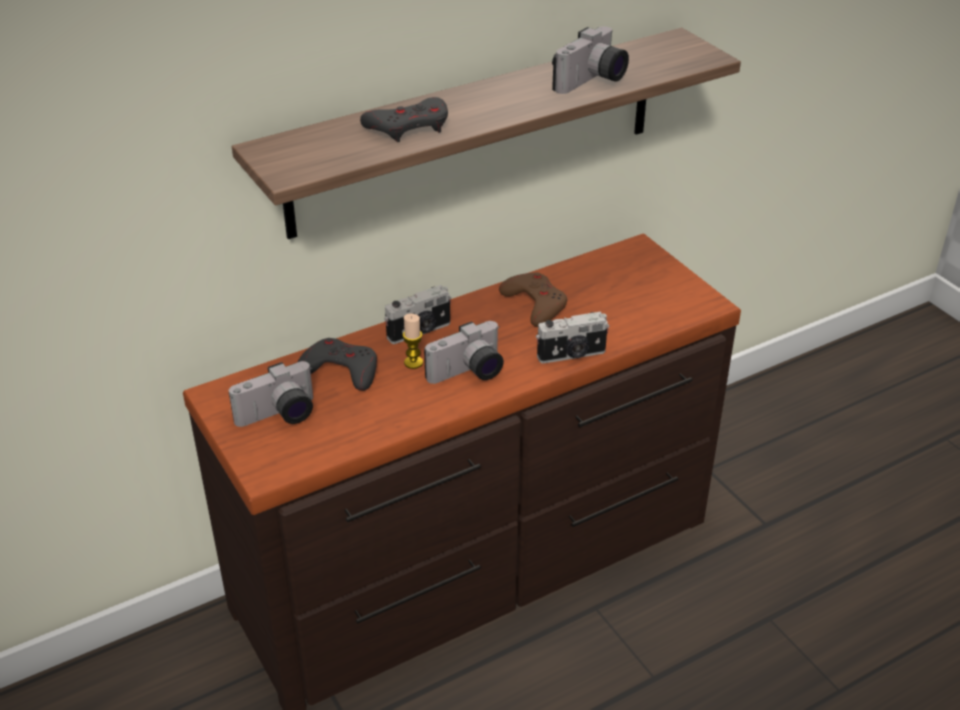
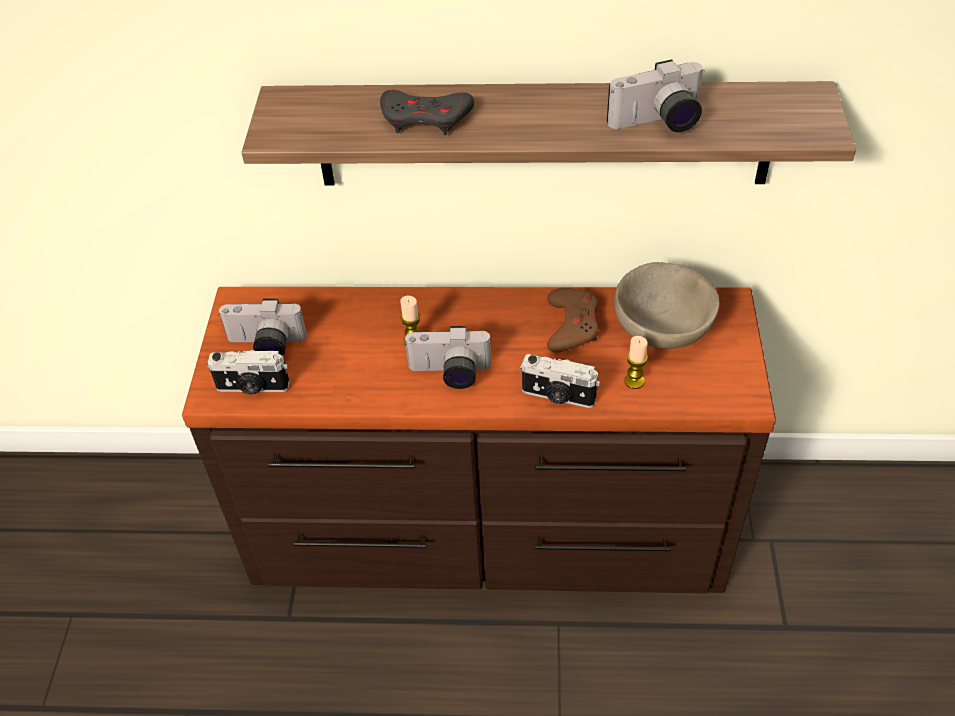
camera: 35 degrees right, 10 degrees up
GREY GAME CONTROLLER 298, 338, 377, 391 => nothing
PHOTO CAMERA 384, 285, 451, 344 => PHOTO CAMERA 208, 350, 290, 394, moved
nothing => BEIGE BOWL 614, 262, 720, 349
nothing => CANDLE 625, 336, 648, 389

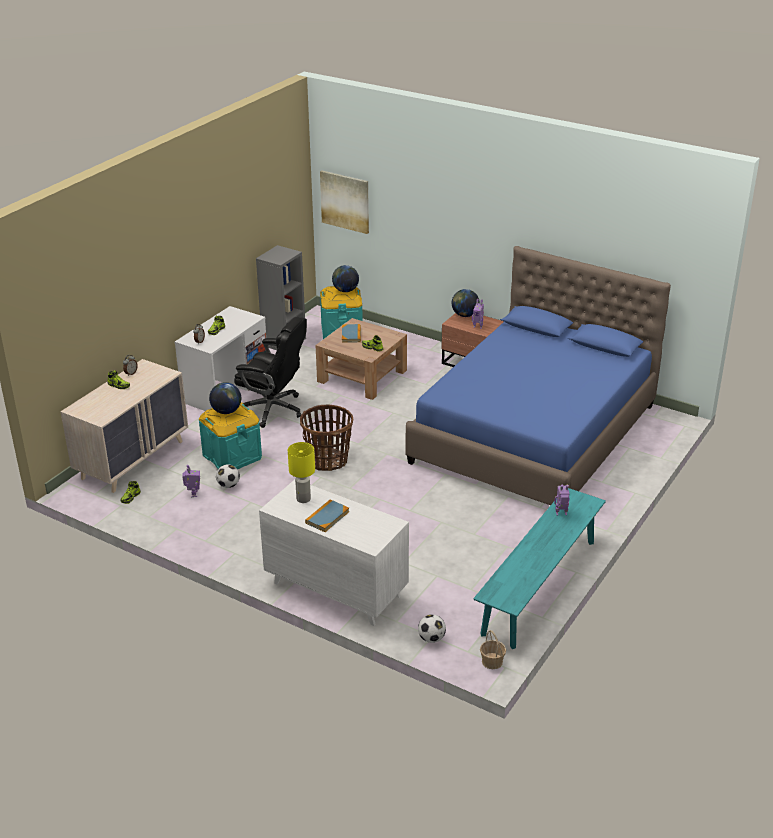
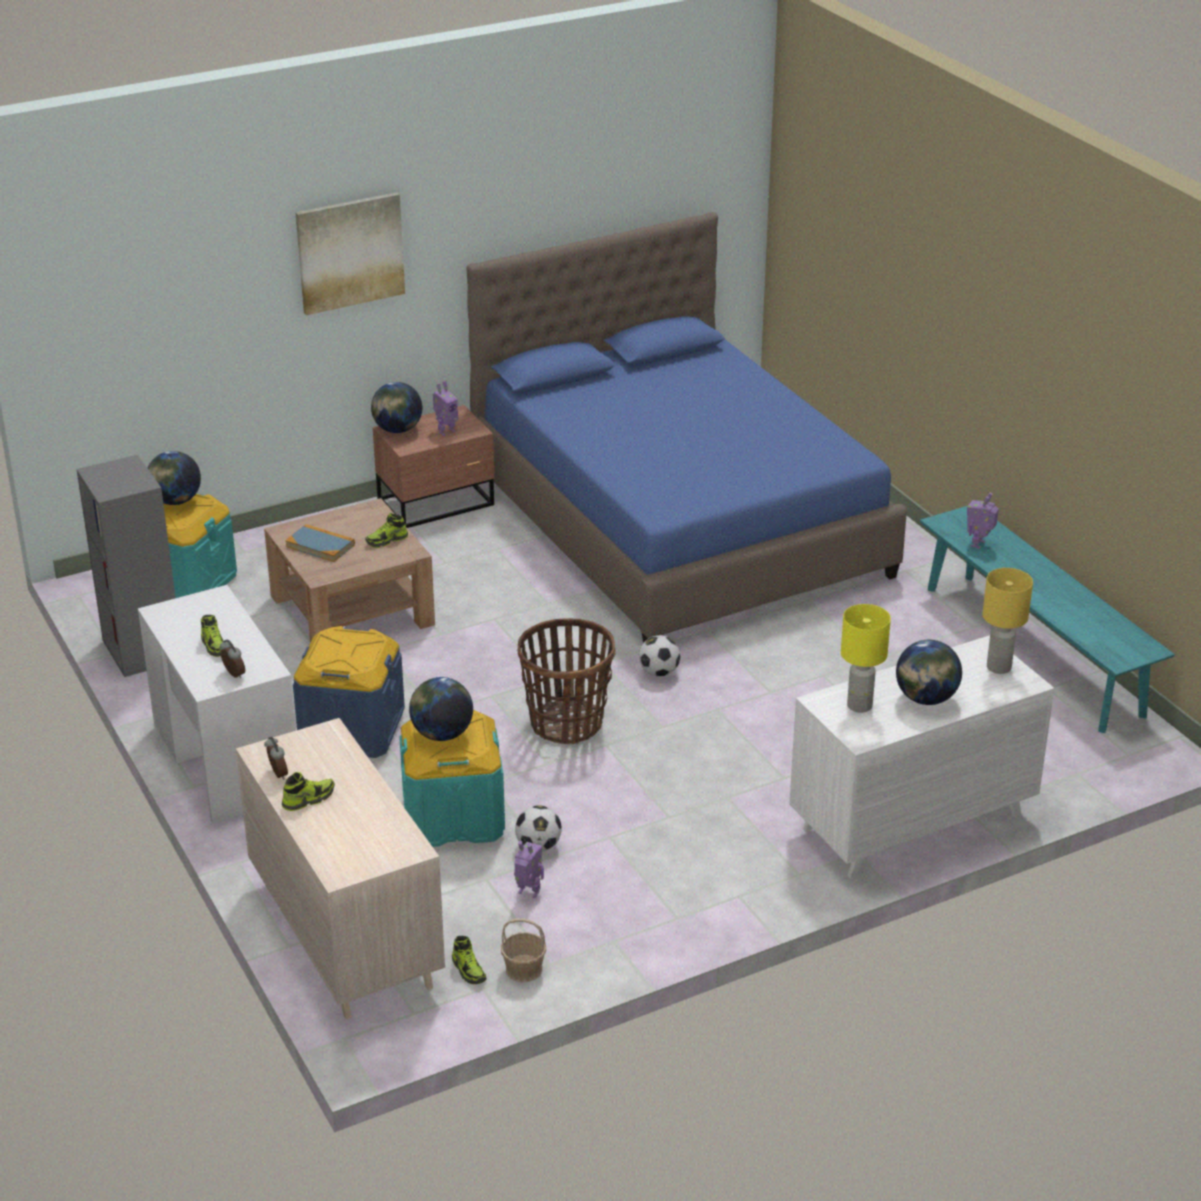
camera: 60 degrees left, 0 degrees up
BLACK OFFICE CHAIR 234, 317, 307, 428 => BLUE STORAGE BOX 293, 626, 405, 758
BOOK 305, 499, 349, 532 => GLOBE 896, 640, 962, 705
PICTURE 320, 170, 369, 234 => PICTURE 295, 192, 405, 315, moved
FOOTBALL 418, 614, 446, 643 => FOOTBALL 639, 635, 680, 676, moved
BASKET 480, 630, 506, 669 => BASKET 501, 918, 546, 982, moved
nothing => YELLOW TABLE LAMP 982, 568, 1033, 674

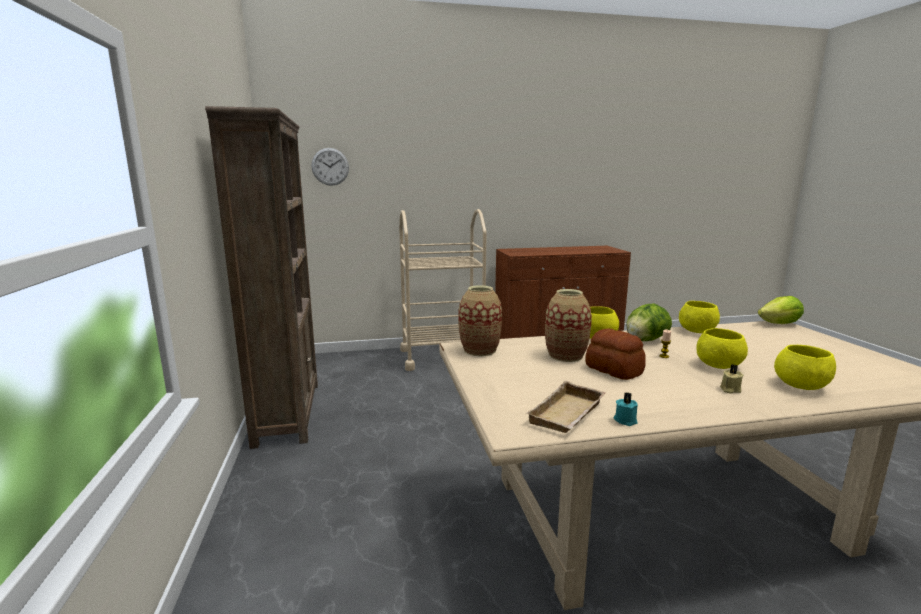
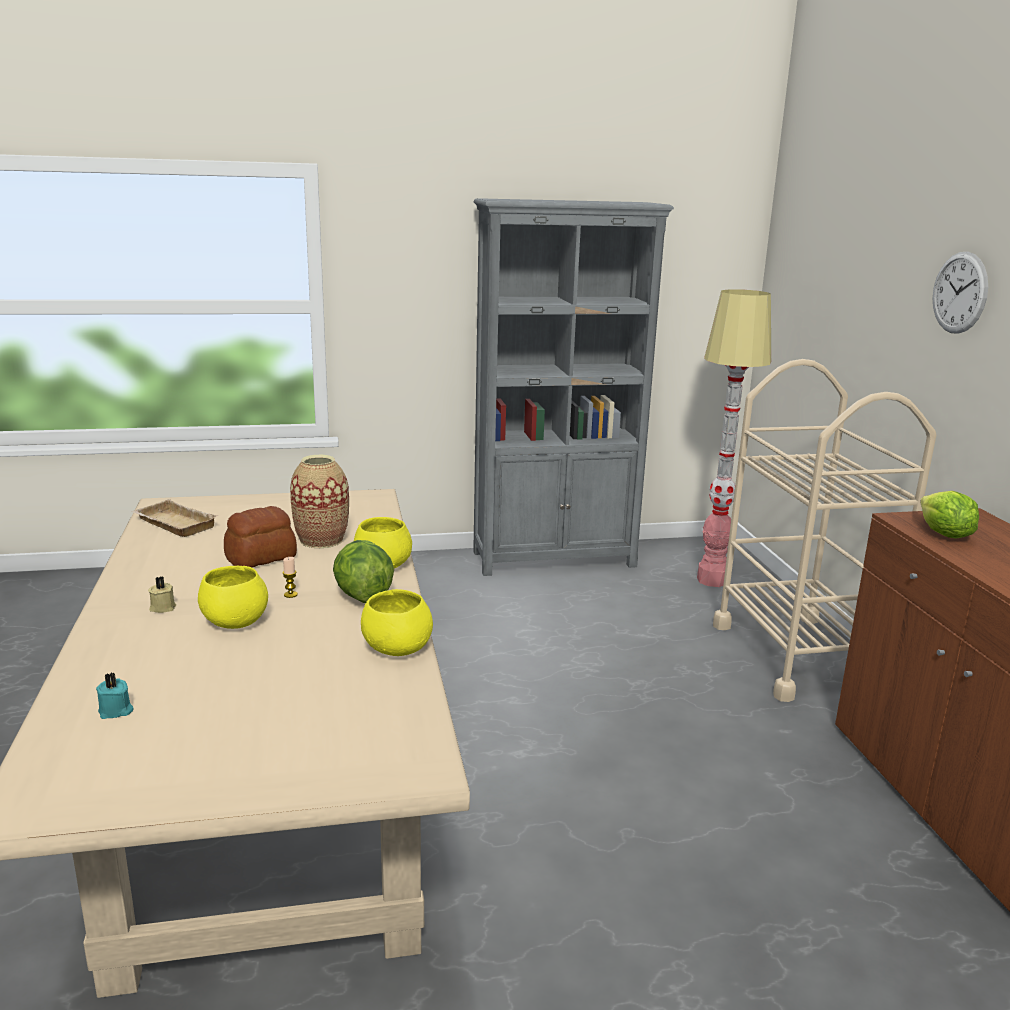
camera: 90 degrees right, 5 degrees up
BROWN BOOKCASE 205, 106, 318, 449 => GREY BOOKCASE 473, 198, 674, 576
WALL CLOCK 311, 148, 349, 186 => WALL CLOCK 933, 252, 988, 334, moved
VASE 458, 285, 502, 356 => nothing
TURQUOISE CANDLE 614, 392, 638, 426 => TURQUOISE CANDLE 96, 673, 133, 719, moved
LETTUCE 758, 296, 804, 324 => LETTUCE 920, 491, 979, 539, moved
YELLOW BOWL 774, 345, 836, 390 => nothing
nothing => FLOOR LAMP 697, 289, 771, 587

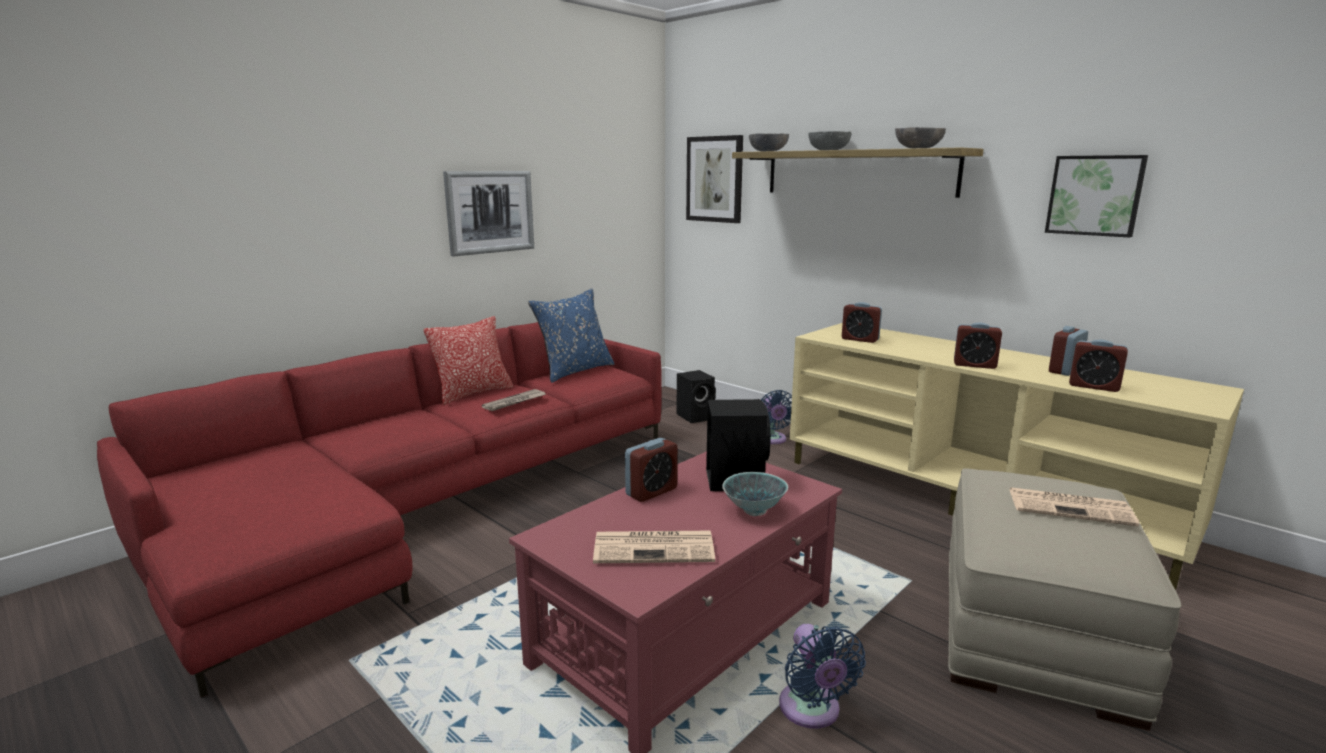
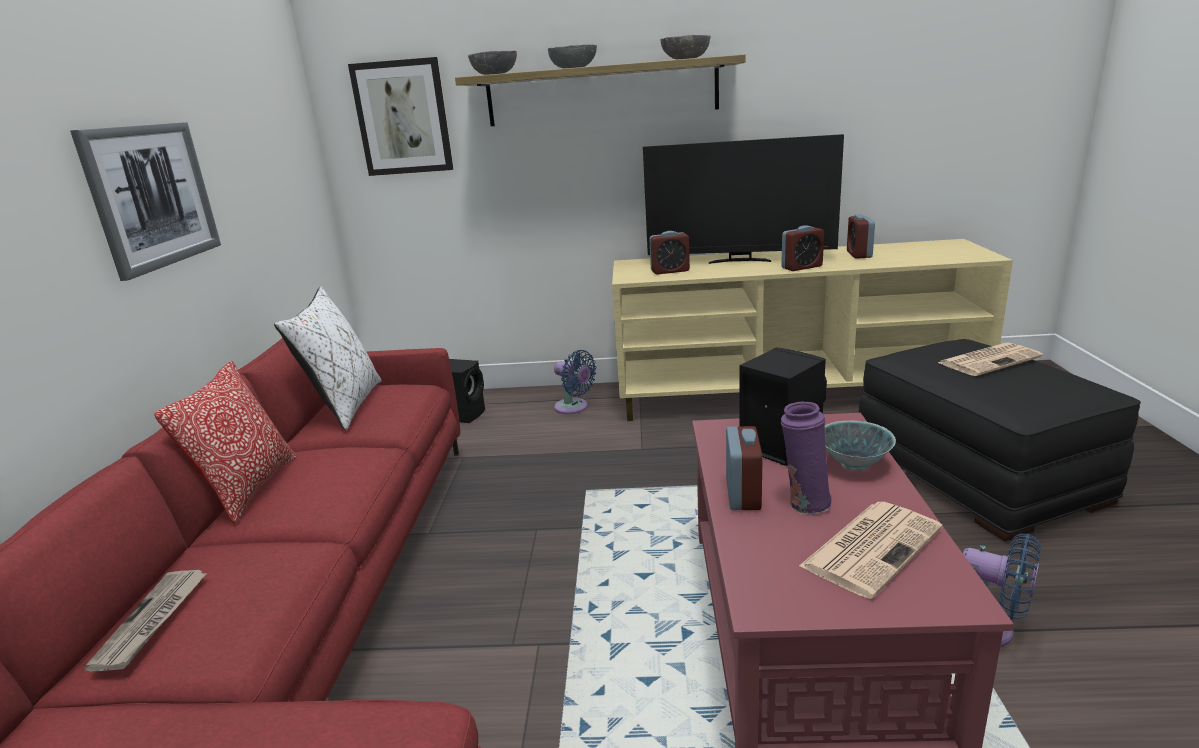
camera: 40 degrees left, 5 degrees up
NEWSPAPER 482, 389, 546, 411 => NEWSPAPER 84, 570, 207, 672, moved
BLUE PILLOW 528, 288, 614, 383 => WHITE PILLOW 274, 287, 382, 430
BEIGE OTTOMAN 948, 468, 1181, 731 => BLACK OTTOMAN 859, 339, 1141, 542
PICTURE 1045, 155, 1148, 238 => nothing
ALARM CLOCK 1069, 340, 1128, 392 => nothing
nothing => TELEVISION 643, 134, 844, 264
nothing => PURPLE VASE 781, 402, 832, 515

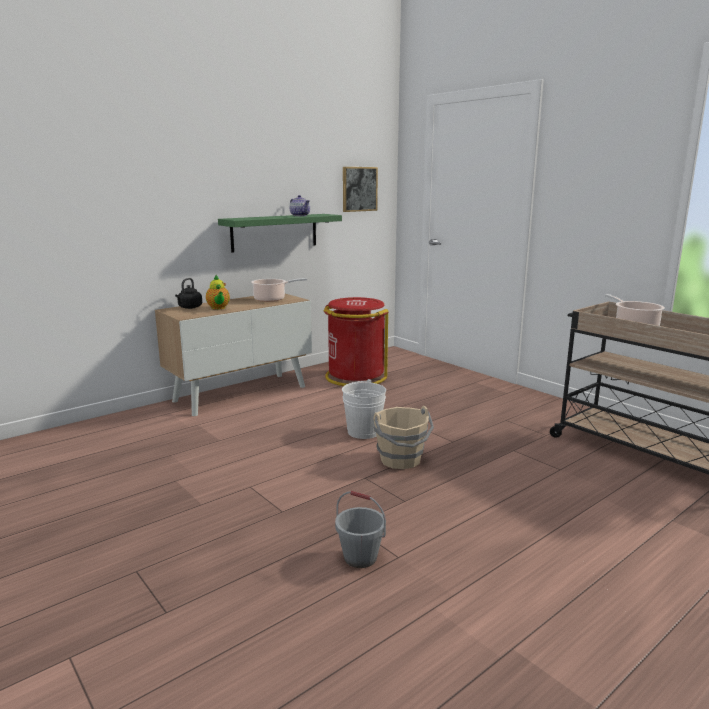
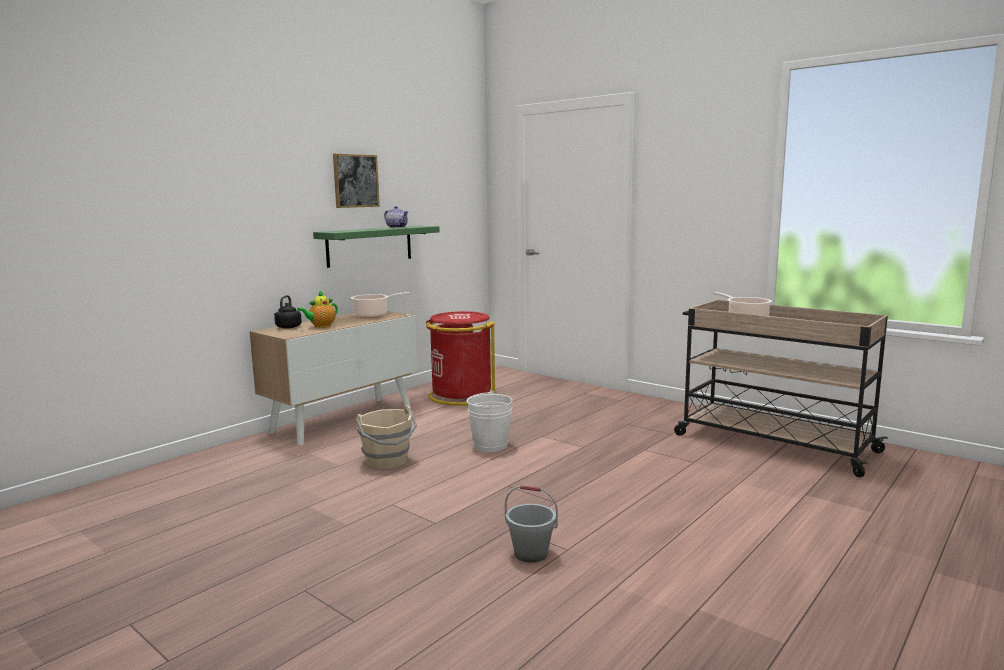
camera: 10 degrees left, 5 degrees down
TEAPOT 206, 275, 230, 310 => TEAPOT 297, 291, 338, 328, 75 degrees clockwise
PICTURE 343, 167, 378, 212 => PICTURE 333, 154, 380, 208, moved
BEIGE BUCKET 373, 406, 434, 469 => BEIGE BUCKET 356, 406, 417, 469, moved

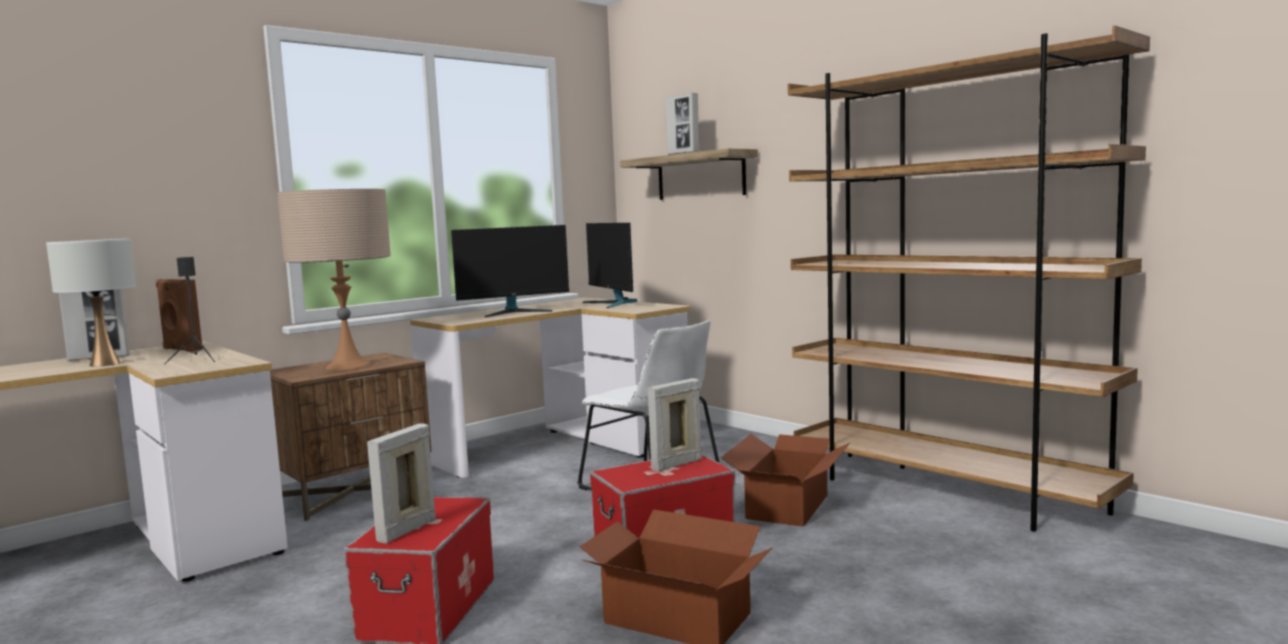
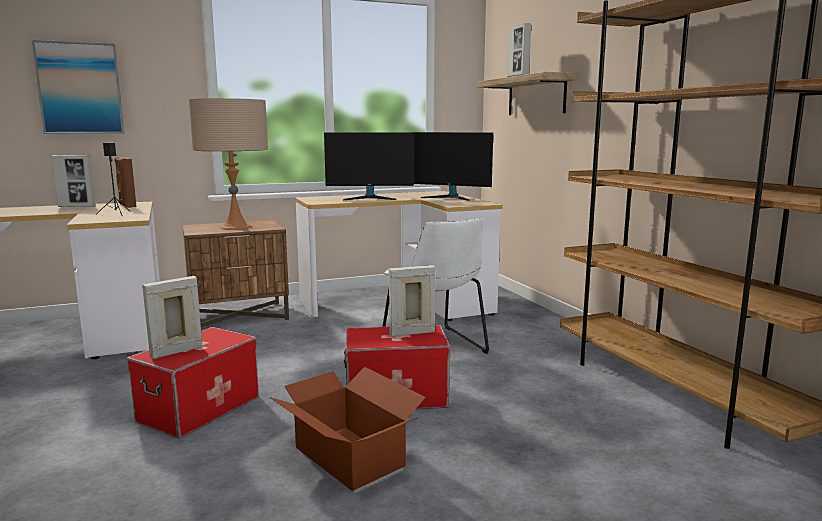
camera: 20 degrees right, 5 degrees up
WHITE TABLE LAMP 46, 239, 136, 367 => nothing
MONITOR 583, 223, 637, 308 => MONITOR 414, 132, 493, 201, 60 degrees counterclockwise
CARDBOARD BOX 721, 434, 850, 527 => nothing
nothing => PICTURE 32, 40, 124, 134

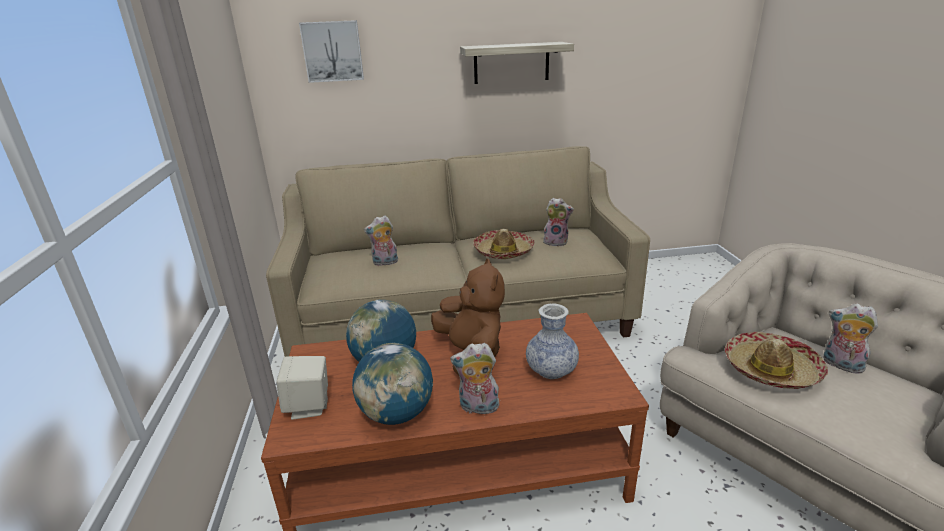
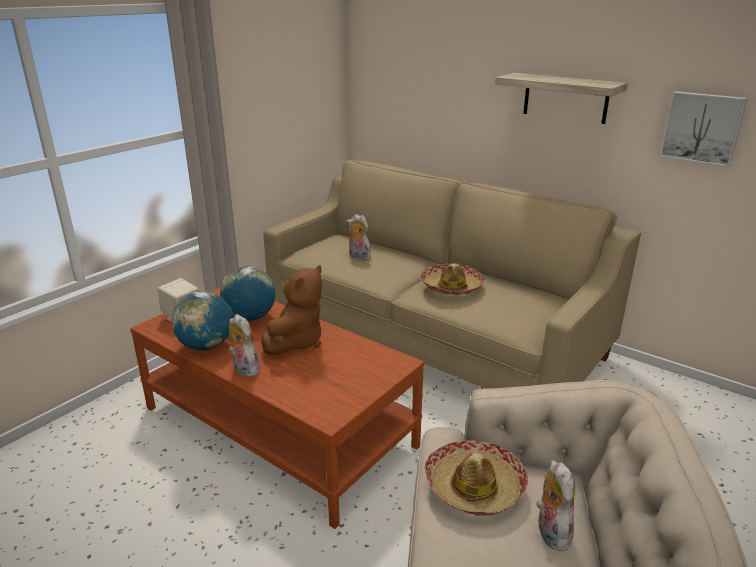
camera: 45 degrees right, 0 degrees up
PICTURE 299, 20, 364, 83 => PICTURE 660, 91, 747, 167, moved
VASE 526, 303, 579, 379 => nothing
PLUSH TOY 543, 198, 574, 246 => nothing

